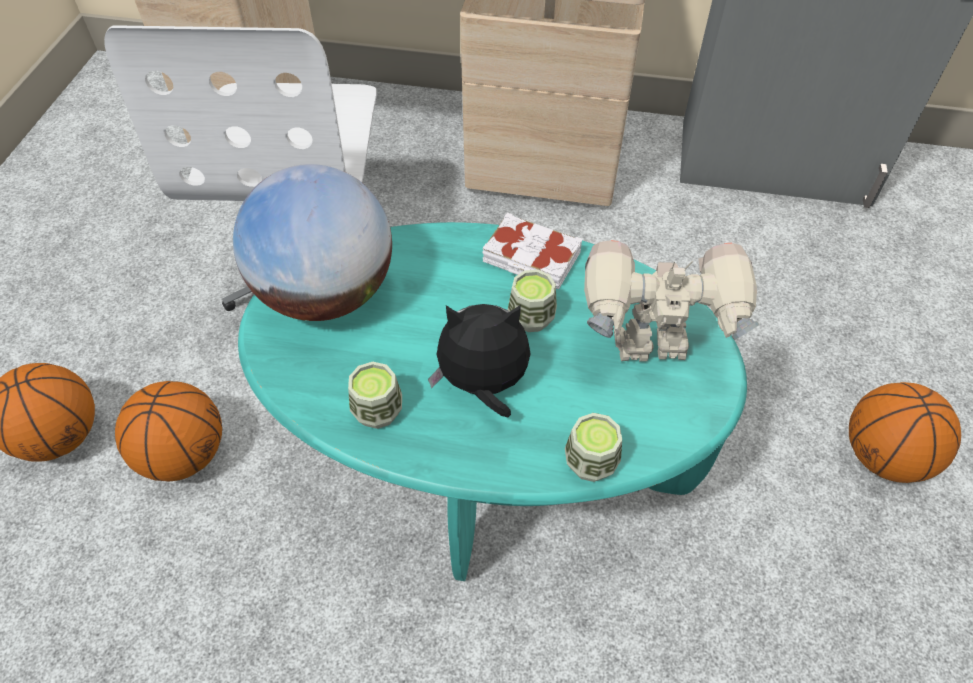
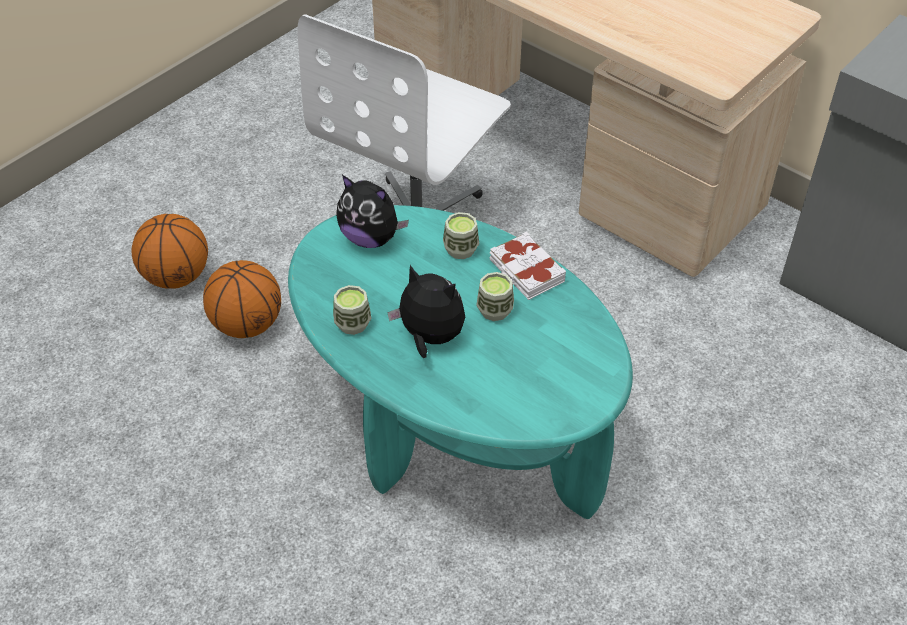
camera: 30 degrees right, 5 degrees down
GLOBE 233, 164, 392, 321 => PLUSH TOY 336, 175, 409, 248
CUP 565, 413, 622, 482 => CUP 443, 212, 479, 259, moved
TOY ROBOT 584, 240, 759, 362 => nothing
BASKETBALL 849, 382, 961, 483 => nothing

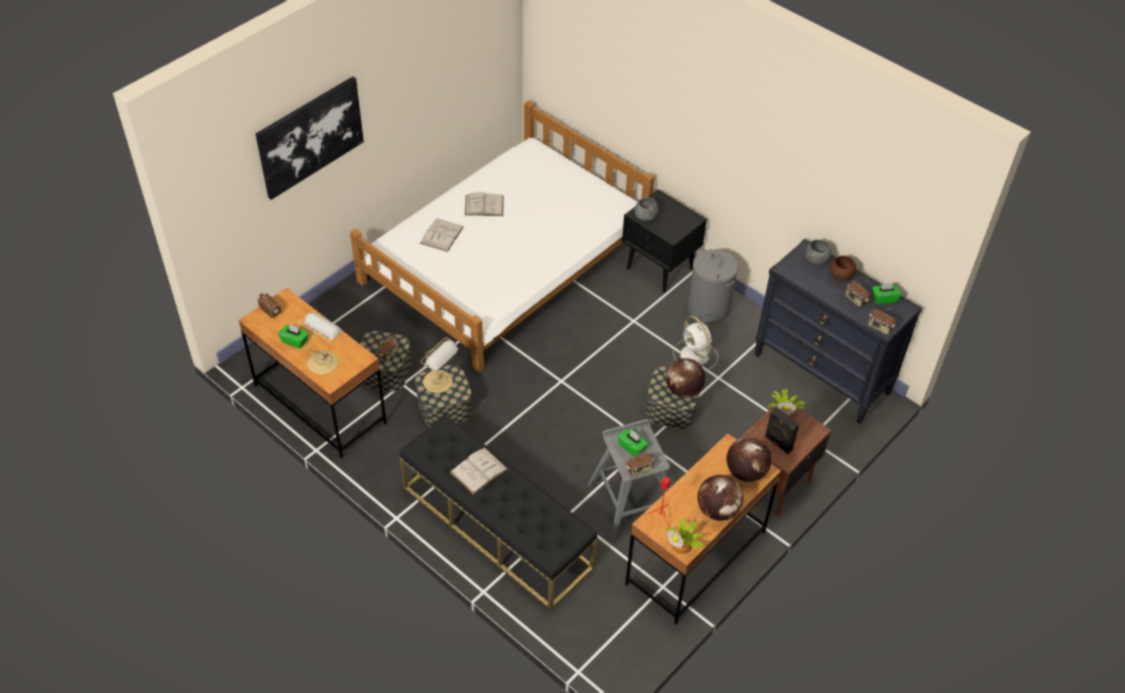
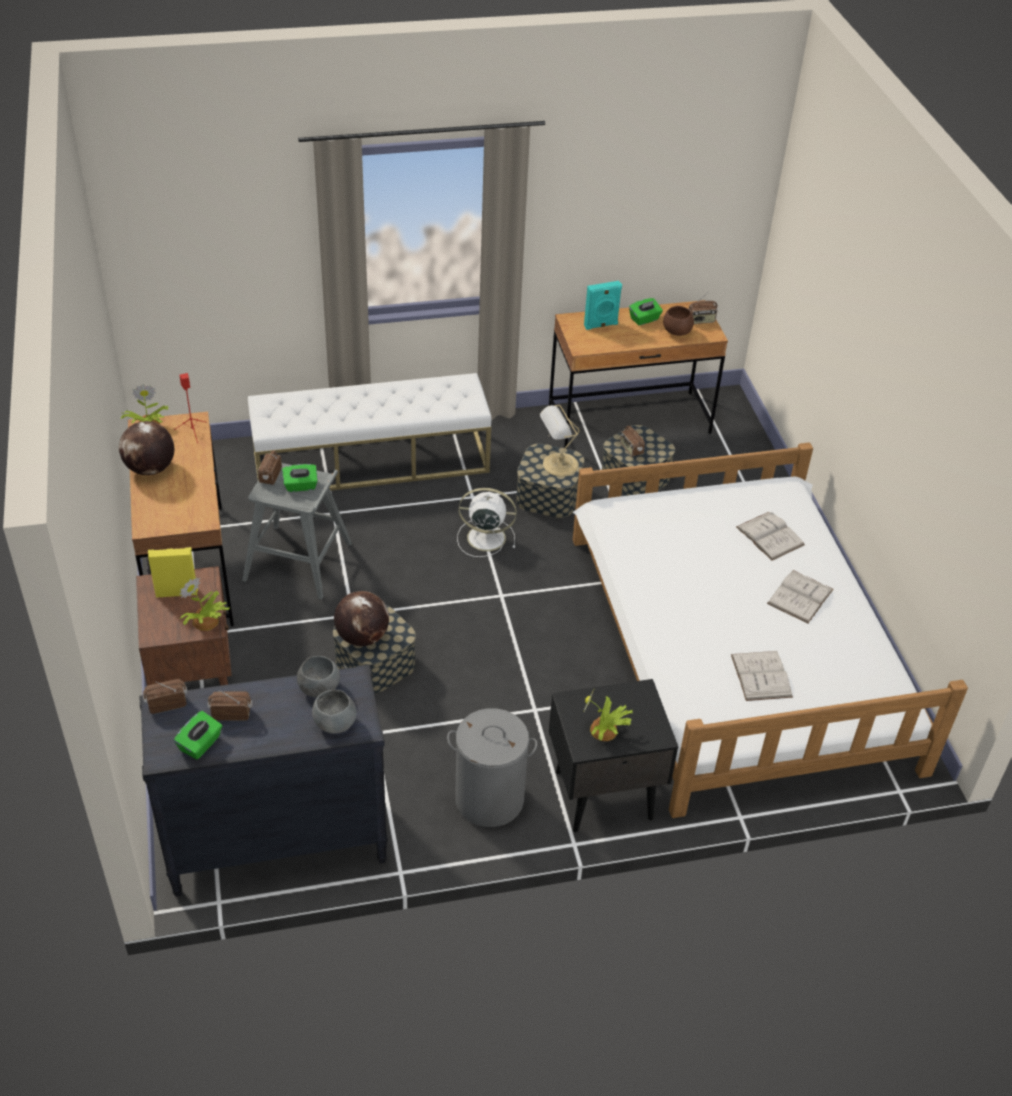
camera: 125 degrees right, 5 degrees down
PICTURE 256, 77, 364, 200 => nothing
TABLE LAMP 298, 313, 342, 374 => TURQUOISE SPEAKER 584, 281, 622, 330
BLACK BENCH 400, 415, 597, 610 => WHITE BENCH 248, 373, 492, 491
WHITE BOOK 450, 448, 508, 494 => WHITE BOOK 731, 651, 793, 701, moved
GREY BOWL 635, 197, 659, 221 => GREY BOWL 297, 656, 340, 698, moved
WHITE FAN 673, 316, 718, 371 => WHITE FAN 457, 488, 517, 557, moved
GLOBE 726, 437, 771, 482 => nothing
BLACK SPEAKER 765, 406, 799, 454 => YELLOW SPEAKER 148, 547, 198, 598
BROWN BOWL 829, 256, 856, 281 => BROWN BOWL 663, 306, 694, 336, moved
nothing => POTTED PLANT 584, 691, 633, 741

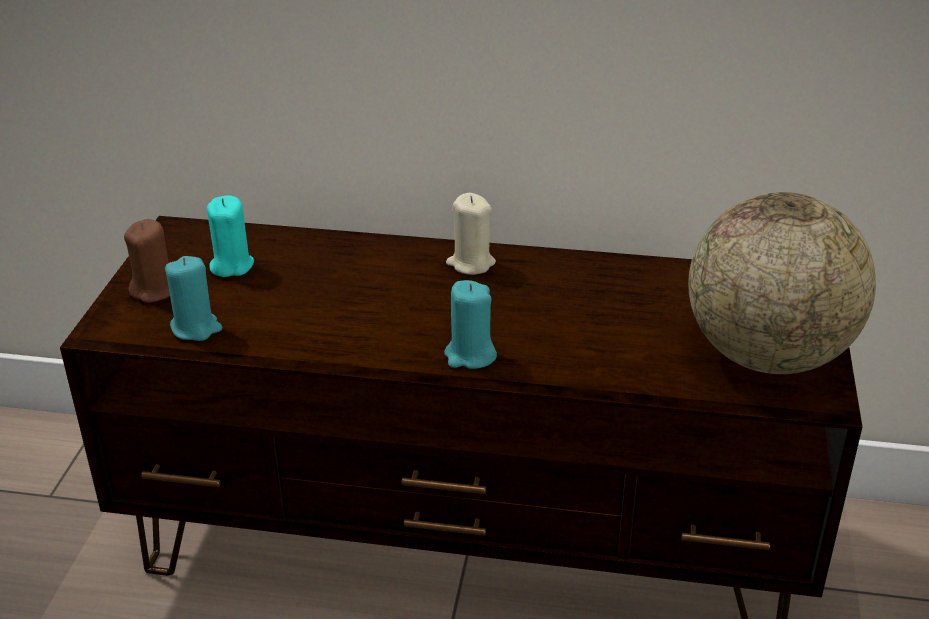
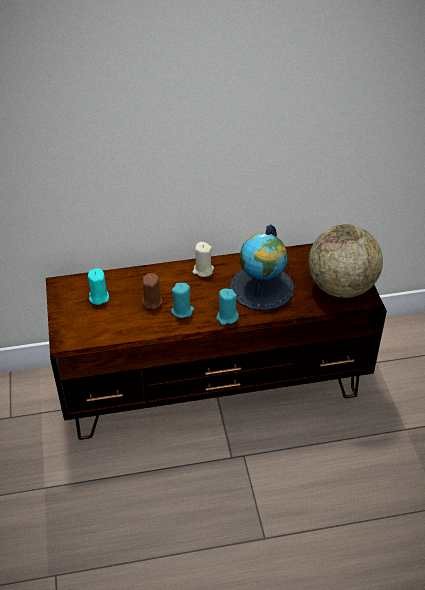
camera: 20 degrees left, 10 degrees up
BROWN CANDLE 124, 219, 170, 303 => BROWN CANDLE 142, 273, 163, 309, moved
TURQUOISE CANDLE 165, 256, 222, 341 => TURQUOISE CANDLE 171, 283, 194, 318, moved
nothing => GLOBE 230, 224, 294, 311

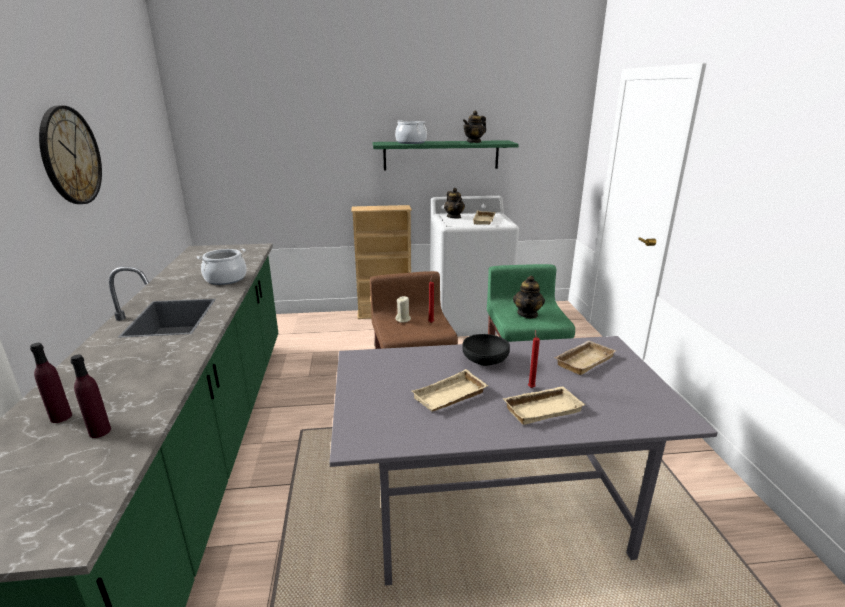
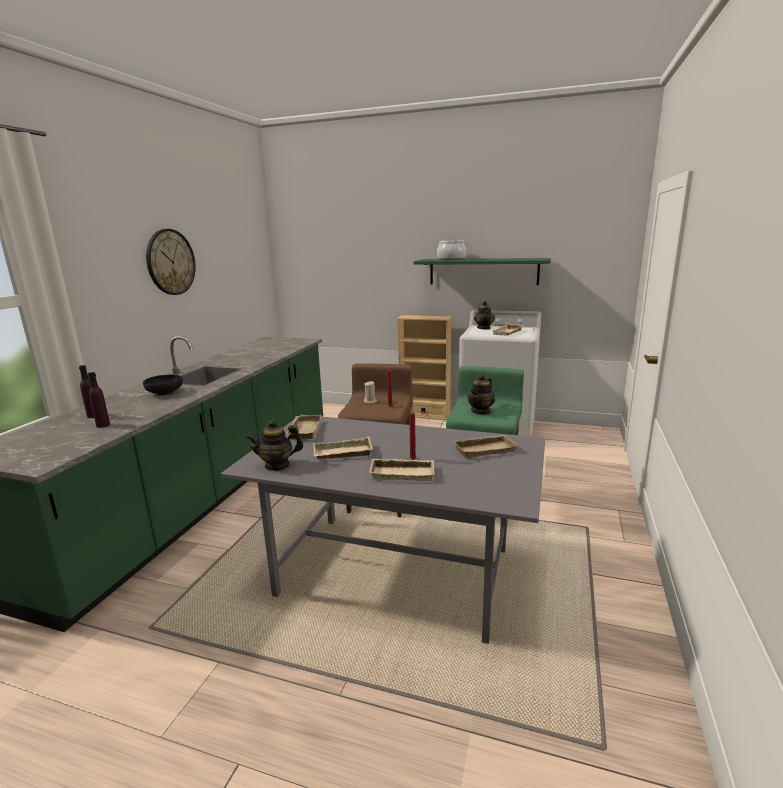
camera: 25 degrees right, 5 degrees down
COOKING POT 196, 249, 247, 285 => nothing
BLACK BOWL 462, 334, 510, 366 => BLACK BOWL 143, 374, 183, 396, moved
TEAPOT 463, 111, 486, 143 => TEAPOT 246, 420, 303, 471, moved
nothing => BEIGE TRAY 286, 415, 321, 440

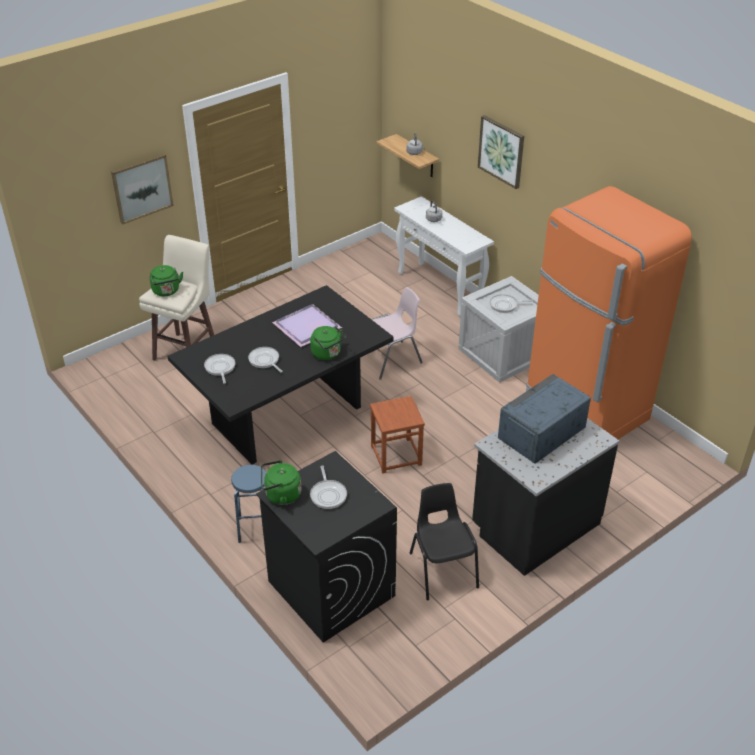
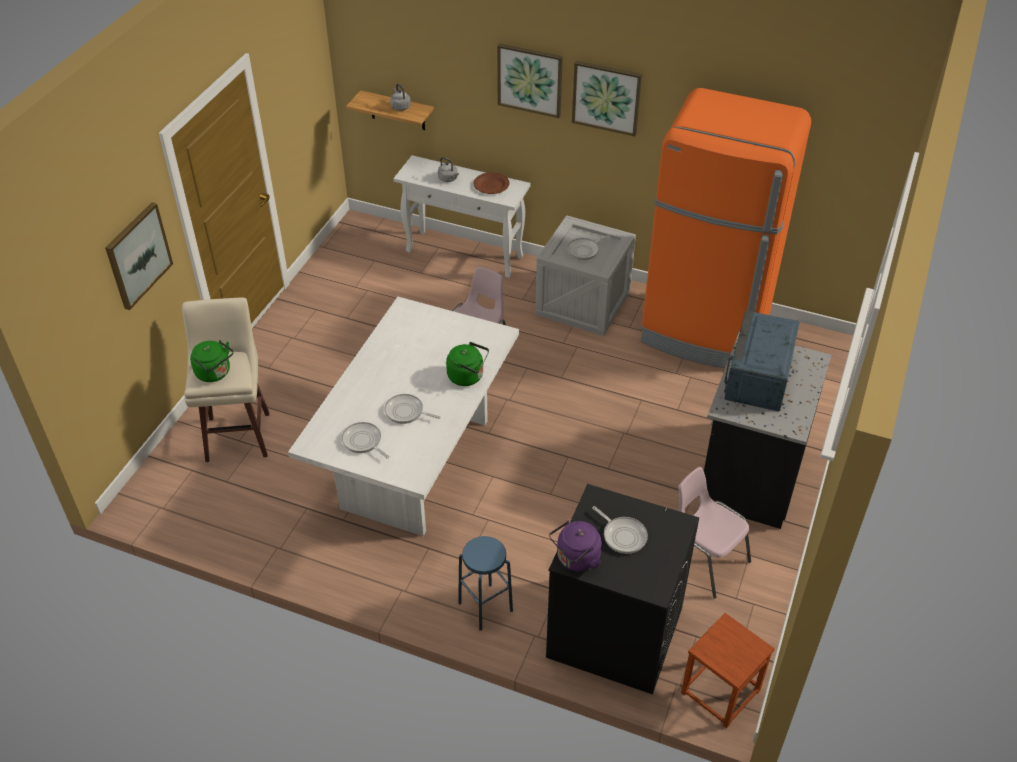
camera: 30 degrees left, 5 degrees up
BLACK DINING TABLE 168, 285, 394, 465 => WHITE DINING TABLE 288, 297, 519, 536
GREEN KETTLE 261, 460, 301, 505 => PURPLE KETTLE 549, 521, 602, 572
PURPLE TRAY 272, 304, 342, 347 => nothing
BROWN STOOL 370, 396, 425, 474 => BROWN STOOL 681, 613, 774, 728, moved
BLACK CHAIR 410, 483, 479, 600 => PINK CHAIR 678, 467, 751, 598
nothing => BROWN PLATE 474, 172, 510, 194
nothing => PICTURE 572, 61, 642, 136

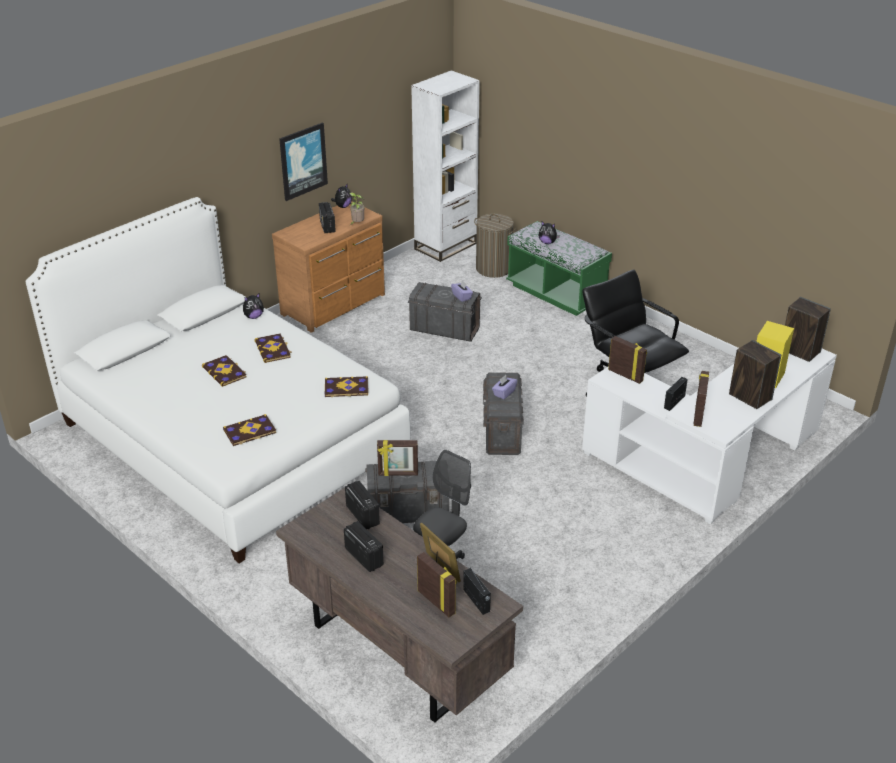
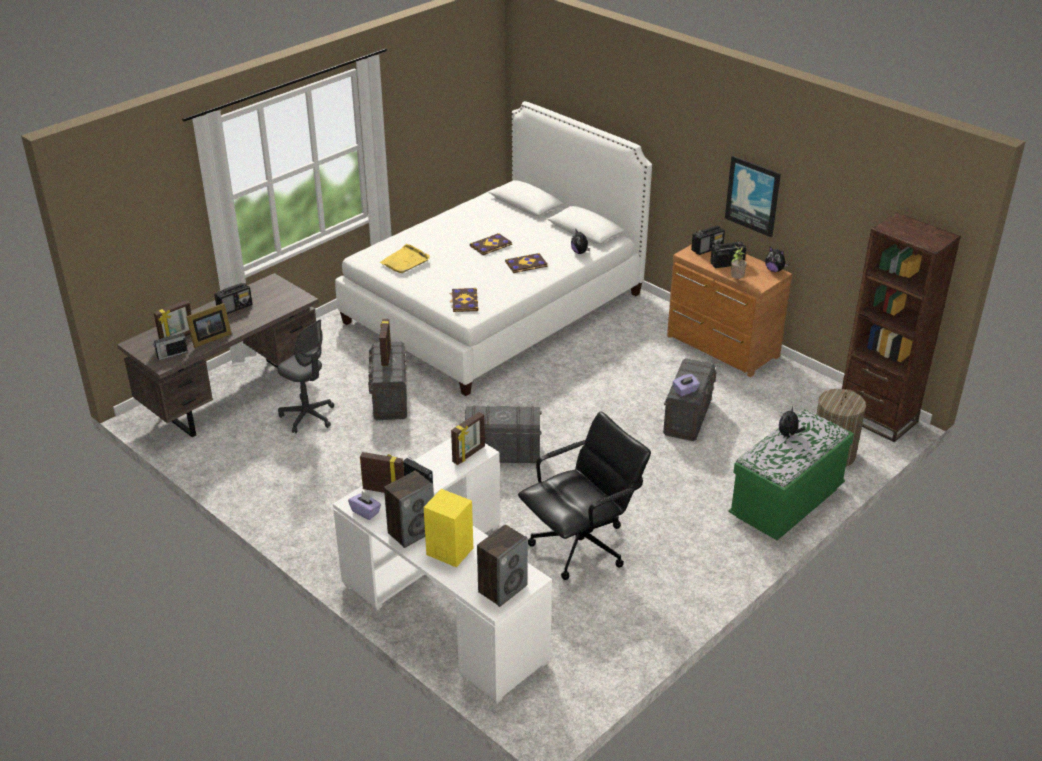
camera: 90 degrees right, 0 degrees up
BOOK 223, 414, 277, 446 => YELLOW TRAY 380, 244, 430, 273
RADIO 345, 481, 380, 529 => RADIO 691, 226, 725, 255, moved
WHITE BOOKCASE 411, 70, 480, 262 => BROWN BOOKCASE 842, 213, 961, 442
PURPLE TISSUE BOX 492, 375, 517, 399 => PURPLE TISSUE BOX 348, 491, 381, 520, moved

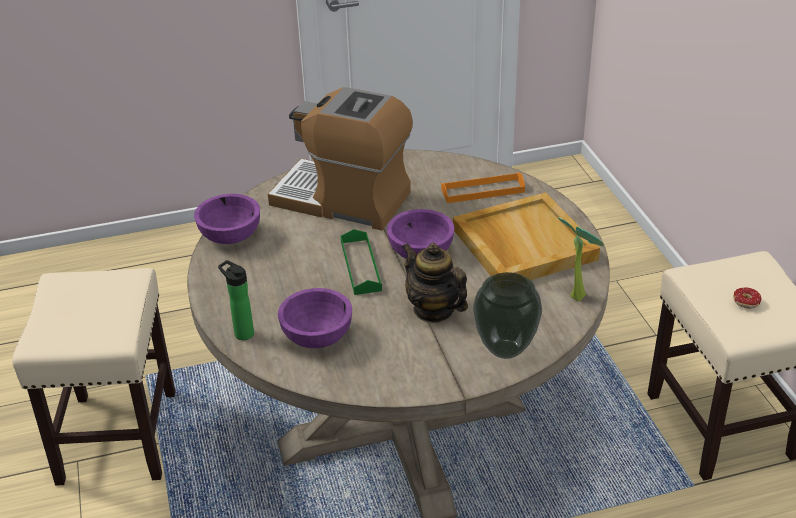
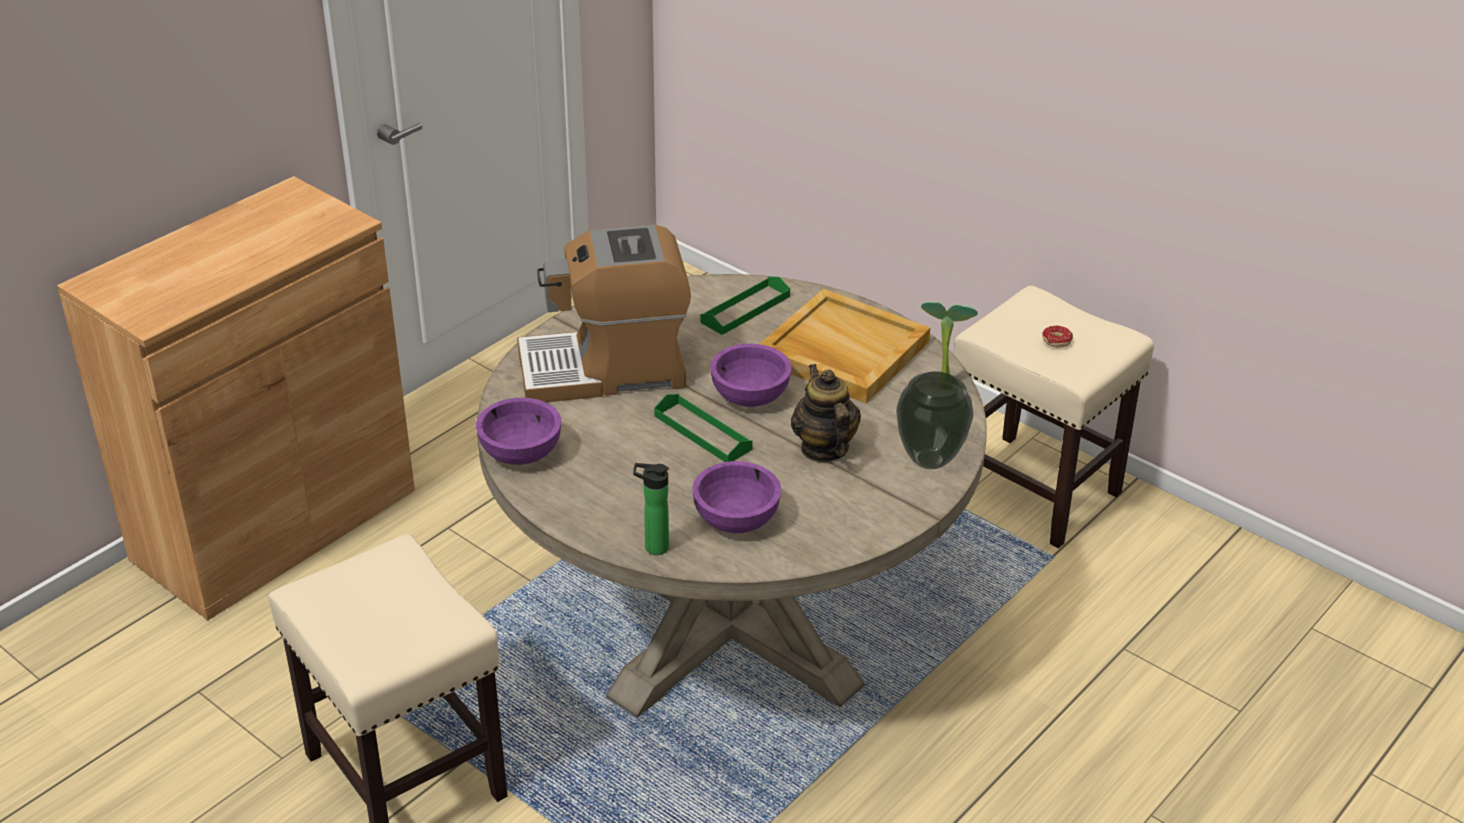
camera: 35 degrees left, 0 degrees up
TEAPOT 402, 243, 468, 323 => TEAPOT 791, 364, 861, 462, 60 degrees clockwise
ORANGE TRAY 441, 172, 525, 203 => GREEN TRAY 700, 277, 790, 335
nothing => BROWN CABINET 57, 176, 415, 620

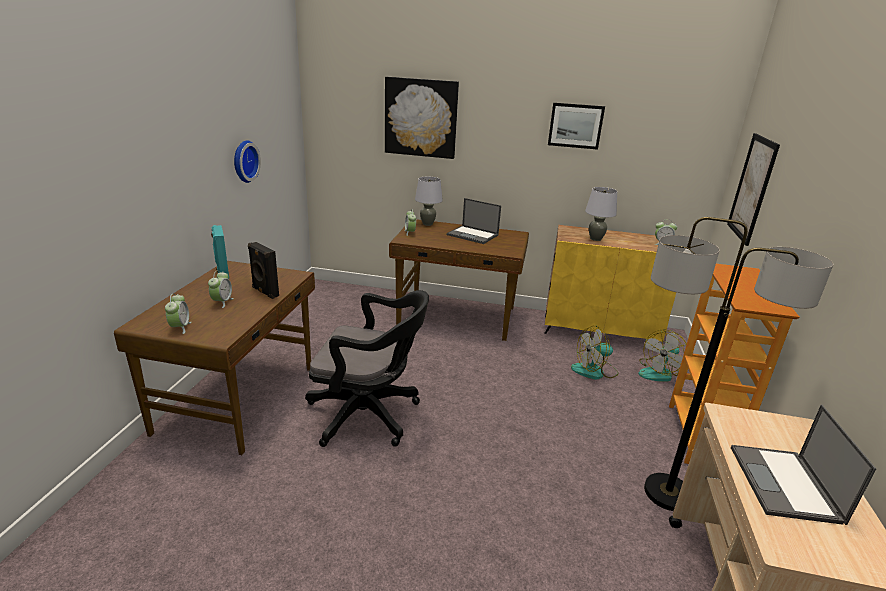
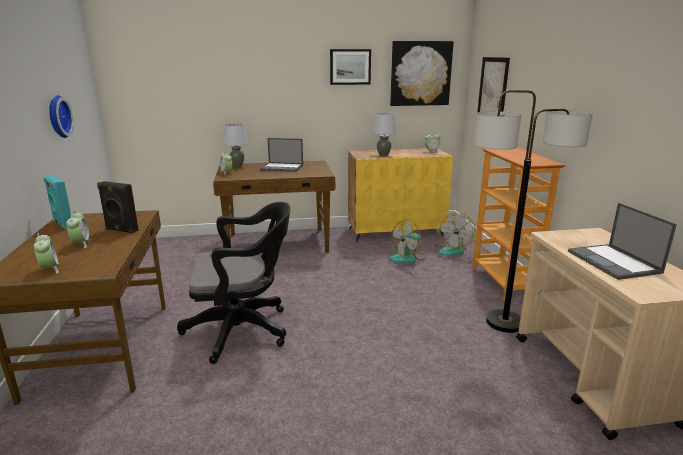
camera: 20 degrees left, 5 degrees down
PICTURE 385, 77, 459, 159 => PICTURE 390, 41, 454, 106, moved

